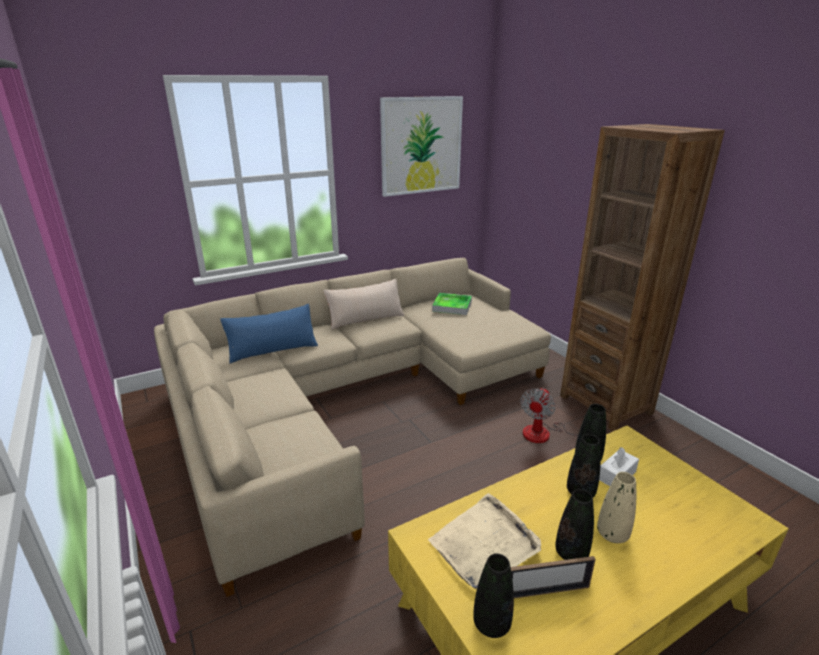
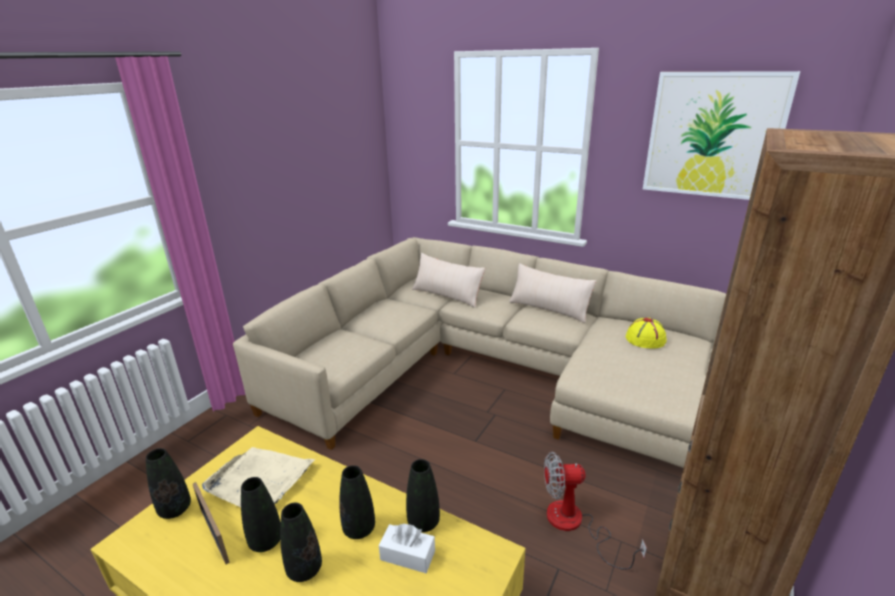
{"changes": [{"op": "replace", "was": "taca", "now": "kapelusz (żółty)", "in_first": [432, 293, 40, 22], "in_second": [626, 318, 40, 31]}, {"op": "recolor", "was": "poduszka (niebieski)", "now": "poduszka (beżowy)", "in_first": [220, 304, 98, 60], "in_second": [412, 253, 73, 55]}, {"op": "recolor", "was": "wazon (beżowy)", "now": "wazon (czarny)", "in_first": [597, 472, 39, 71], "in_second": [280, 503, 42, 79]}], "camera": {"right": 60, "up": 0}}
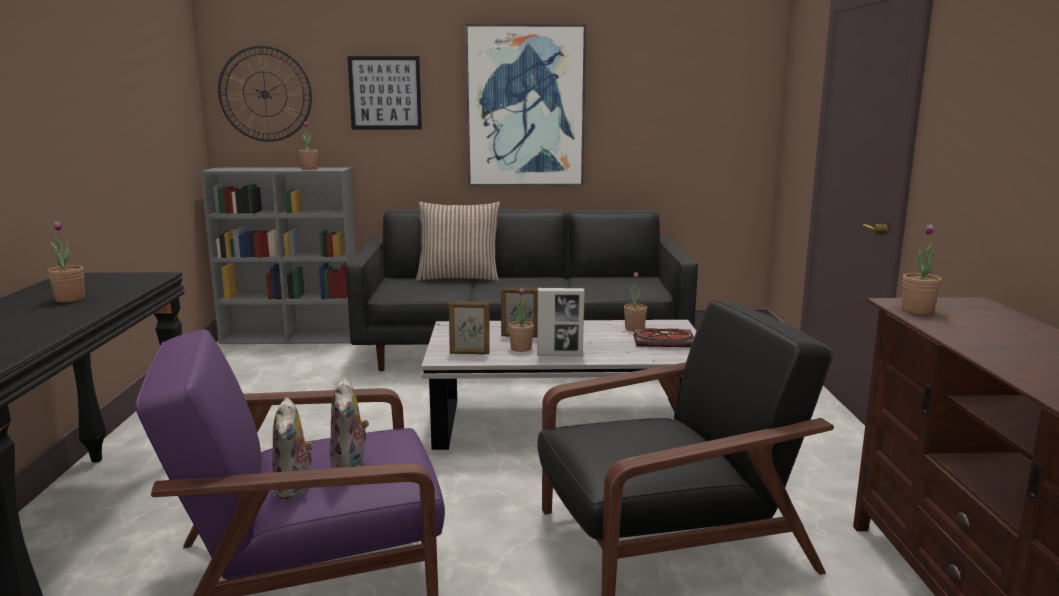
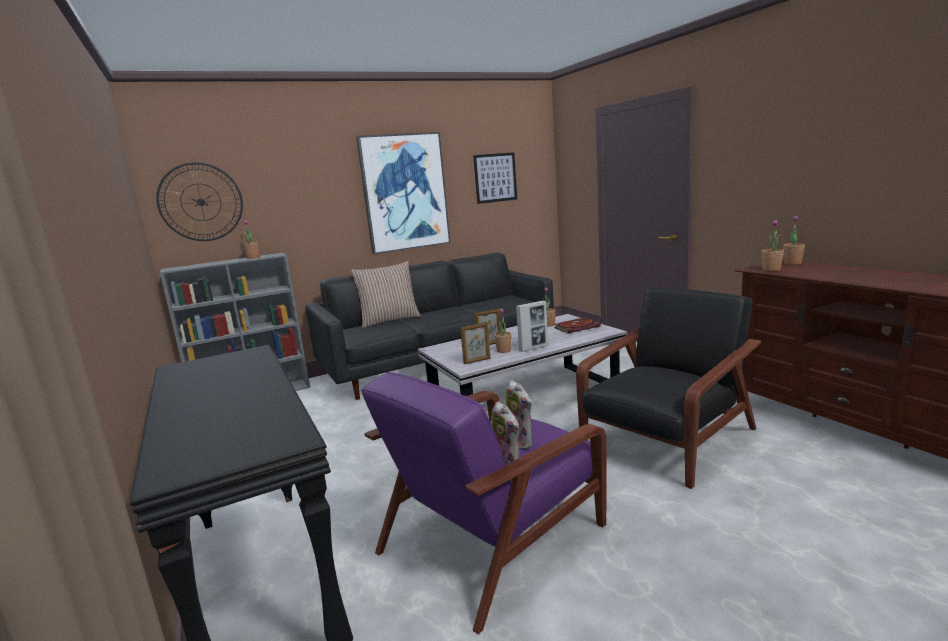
{"changes": [{"op": "move", "was": "obraz", "in_first": [347, 56, 75, 74], "in_second": [473, 152, 44, 52]}, {"op": "move", "was": "roślina doniczkowa", "in_first": [47, 221, 38, 81], "in_second": [783, 216, 22, 49]}], "camera": {"right": -25, "up": 0}}
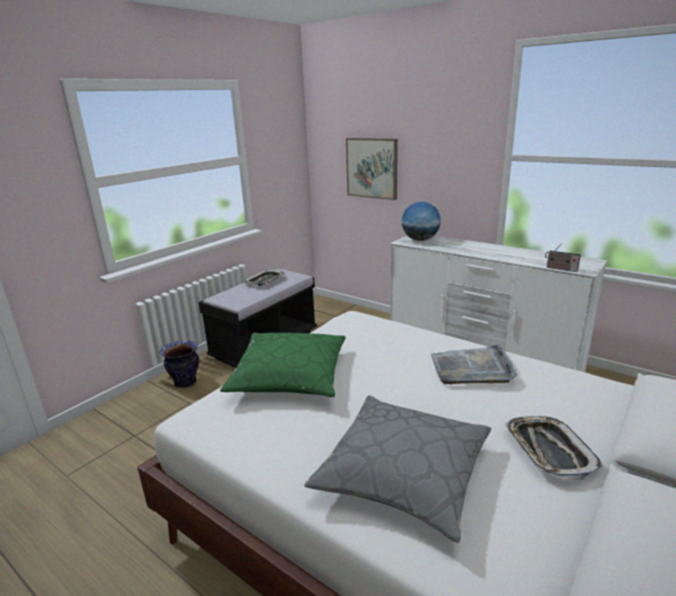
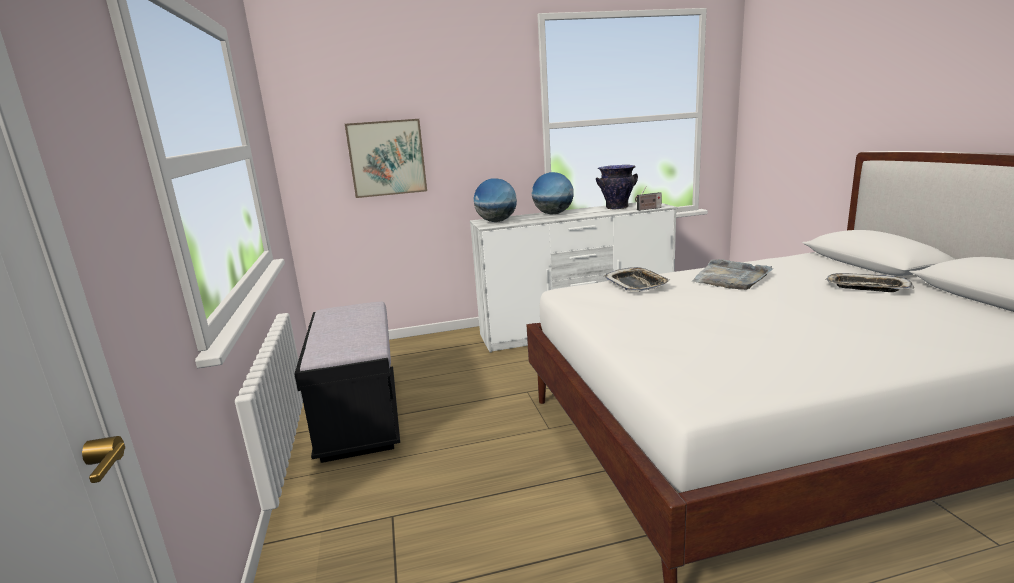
{"changes": [{"op": "move", "was": "taca", "in_first": [244, 270, 40, 16], "in_second": [604, 267, 67, 25]}, {"op": "delete", "was": "poduszka (zielony)", "in_first": [220, 333, 126, 64]}, {"op": "move", "was": "wazon", "in_first": [160, 340, 39, 48], "in_second": [596, 165, 42, 44]}, {"op": "delete", "was": "poduszka (szary)", "in_first": [304, 395, 187, 148]}, {"op": "insert", "now": "globus", "in_second": [532, 172, 42, 43]}], "camera": {"right": -50, "up": -5}}
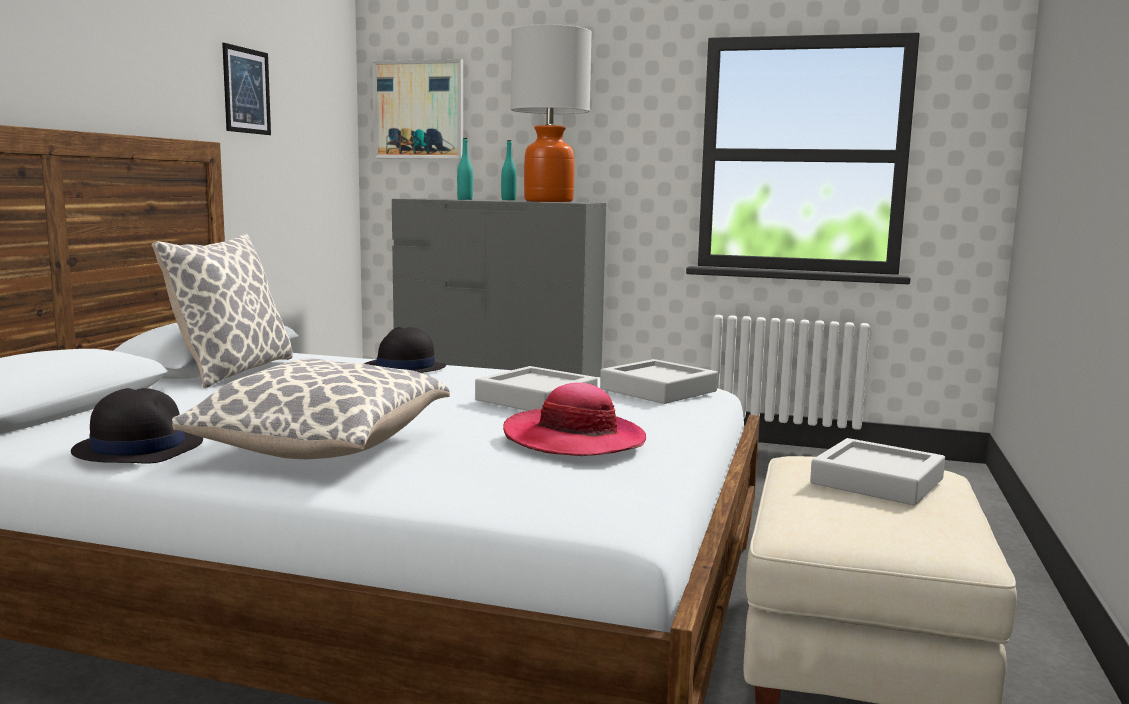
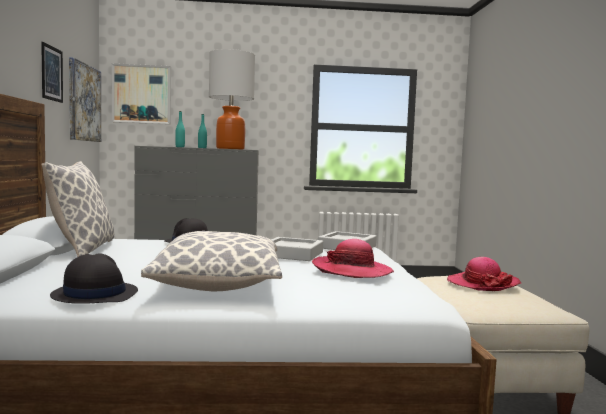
{"changes": [{"op": "replace", "was": "taca (szary)", "now": "kapelusz", "in_first": [810, 438, 135, 67], "in_second": [447, 257, 74, 34]}, {"op": "insert", "now": "obraz", "in_second": [69, 57, 32, 85]}], "camera": {"right": -20, "up": -5}}
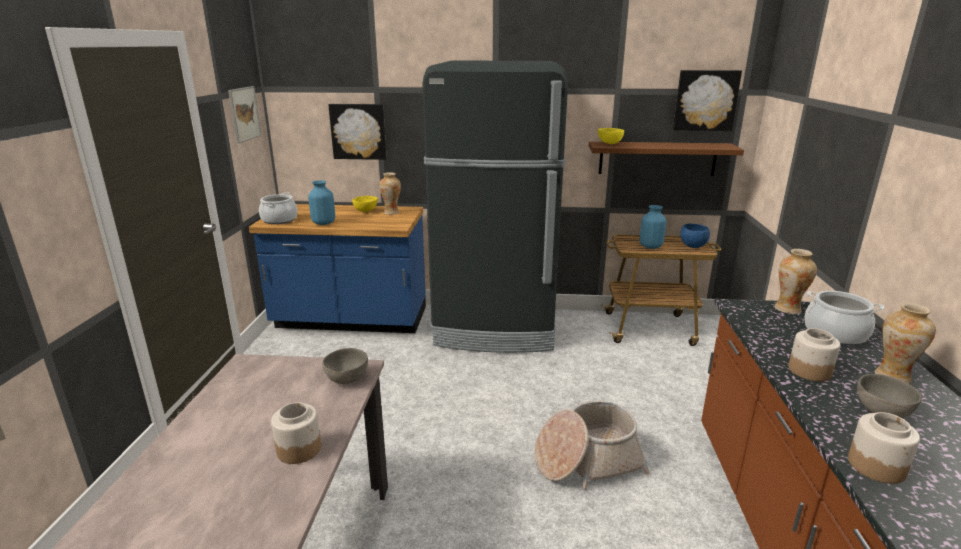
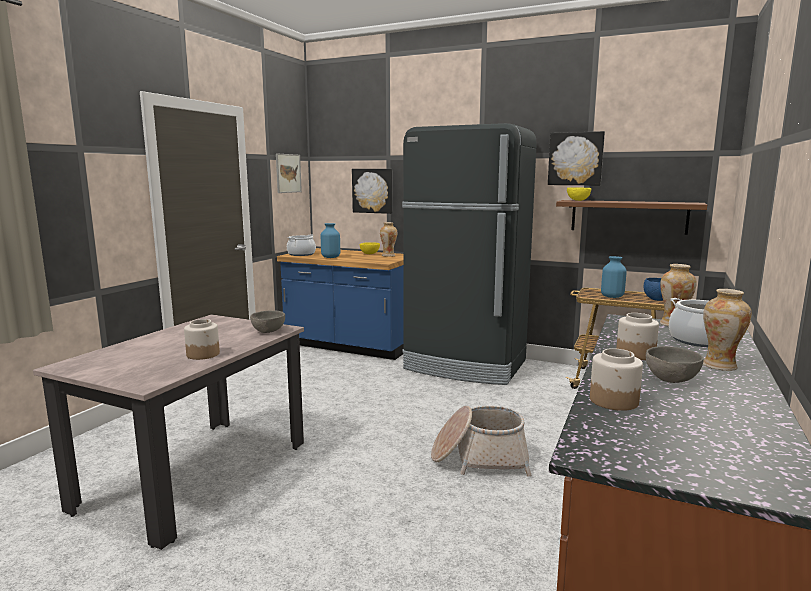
{"changes": [{"op": "move", "was": "obraz", "in_first": [673, 70, 69, 61], "in_second": [548, 131, 57, 54]}], "camera": {"right": 20, "up": -10}}
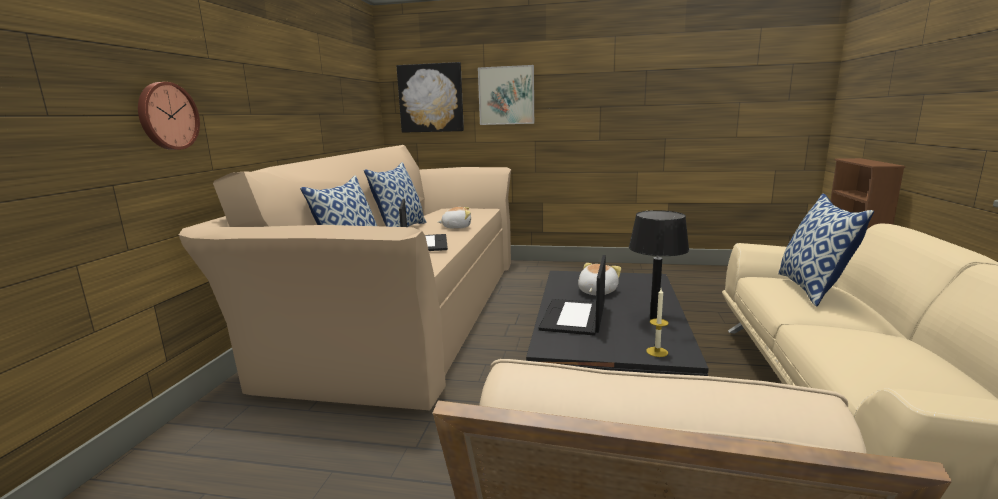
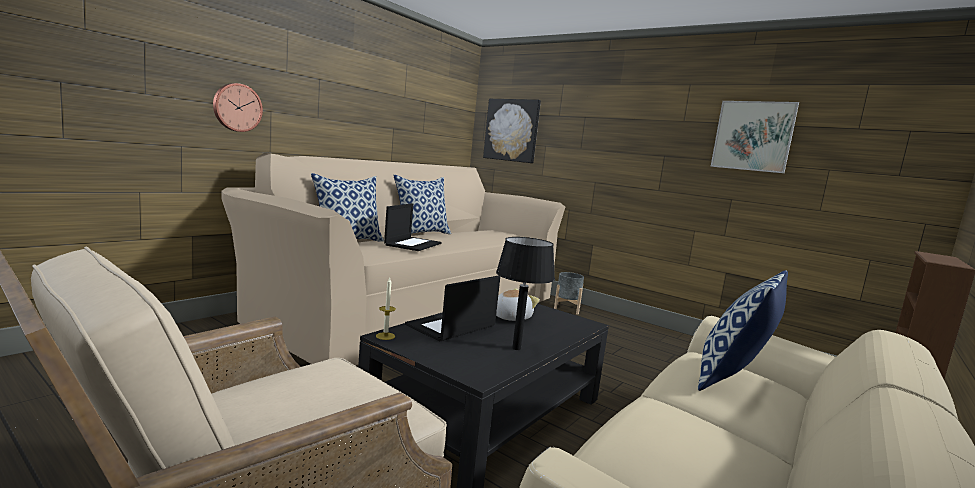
{"changes": [{"op": "move", "was": "obraz", "in_first": [478, 65, 56, 60], "in_second": [710, 101, 89, 72]}, {"op": "delete", "was": "pluszak", "in_first": [438, 207, 33, 22]}, {"op": "move", "was": "świeca", "in_first": [646, 288, 23, 69], "in_second": [376, 278, 20, 62]}, {"op": "insert", "now": "donica (szary)", "in_second": [554, 272, 30, 43]}], "camera": {"right": 25, "up": -5}}
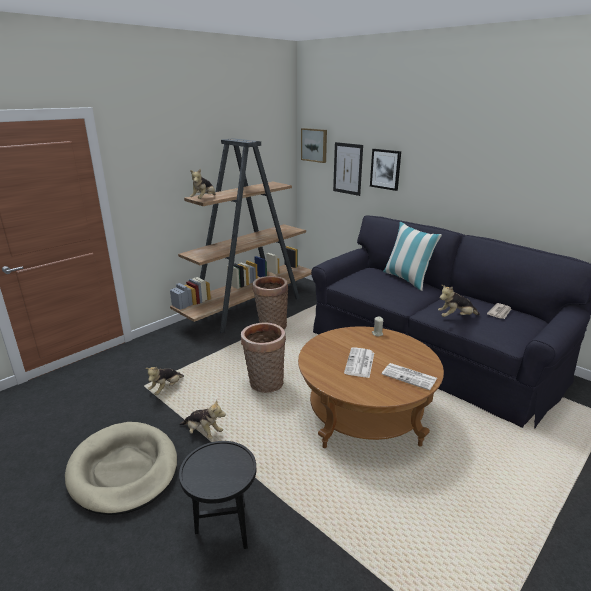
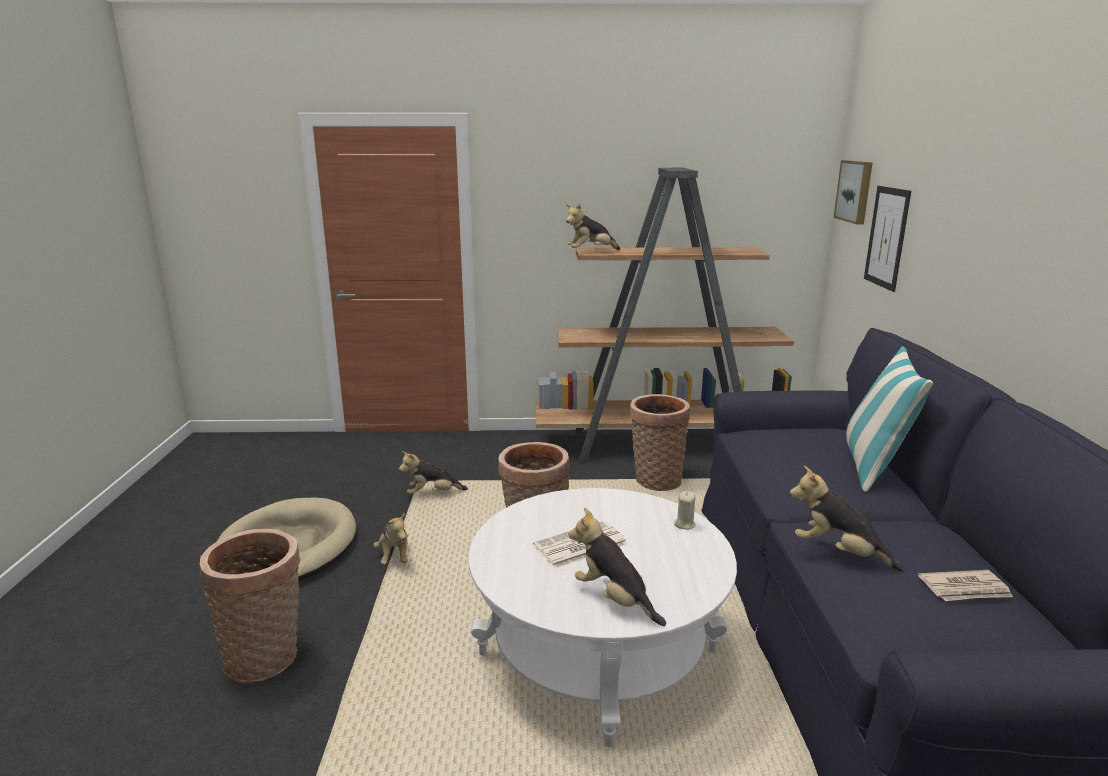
{"changes": [{"op": "delete", "was": "obraz", "in_first": [370, 149, 31, 42]}, {"op": "recolor", "was": "ława (brązowy)", "now": "ława (biały)", "in_first": [298, 327, 146, 121], "in_second": [468, 488, 269, 259]}, {"op": "replace", "was": "gazeta", "now": "pluszak", "in_first": [382, 363, 55, 27], "in_second": [568, 508, 98, 118]}, {"op": "replace", "was": "stolik (czarny)", "now": "koszyk", "in_first": [179, 441, 77, 108], "in_second": [200, 529, 101, 154]}], "camera": {"right": 45, "up": -5}}
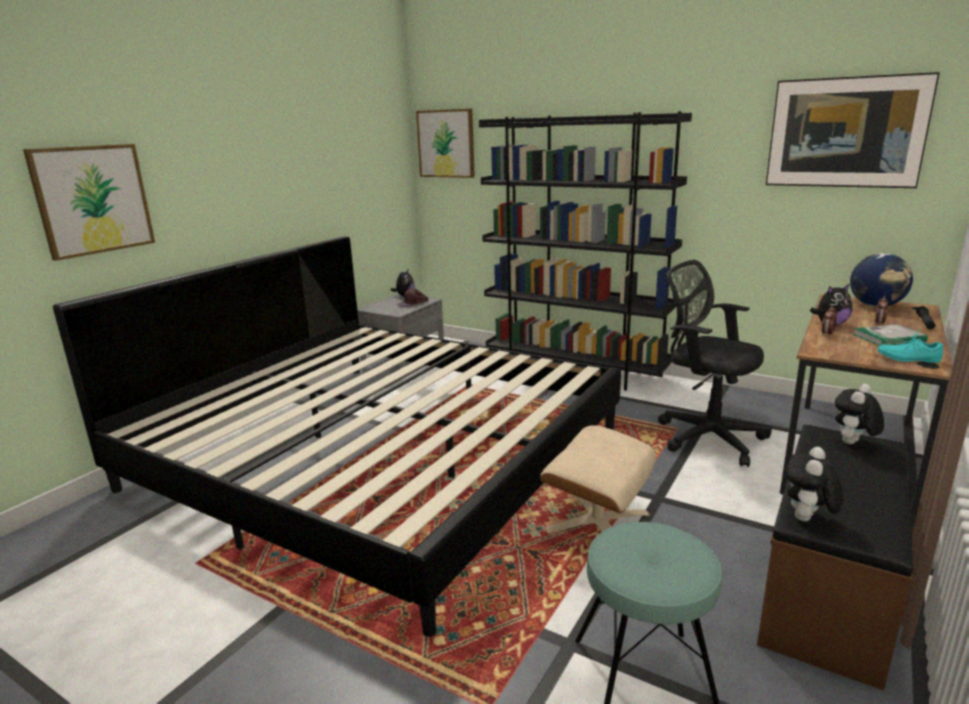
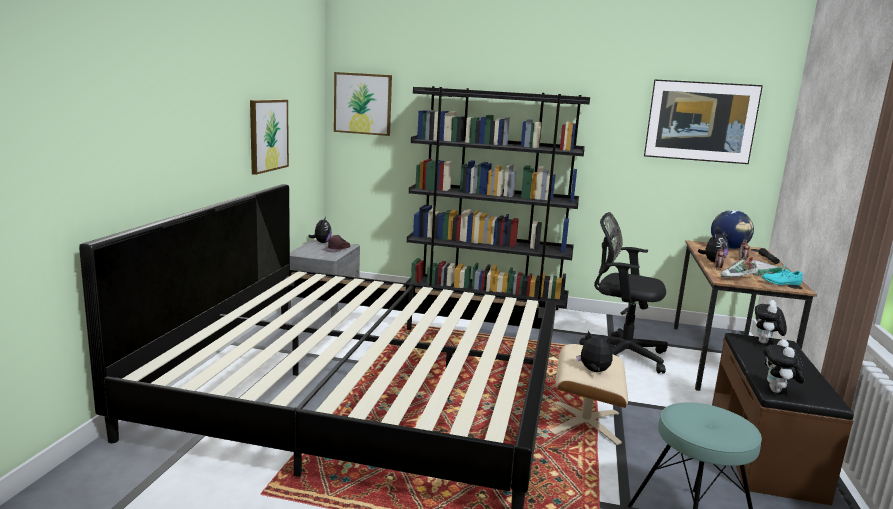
{"changes": [{"op": "move", "was": "obraz", "in_first": [23, 144, 132, 117], "in_second": [250, 99, 39, 76]}, {"op": "insert", "now": "but", "in_second": [721, 257, 37, 21]}, {"op": "insert", "now": "pluszak", "in_second": [576, 331, 37, 41]}], "camera": {"right": -20, "up": -5}}
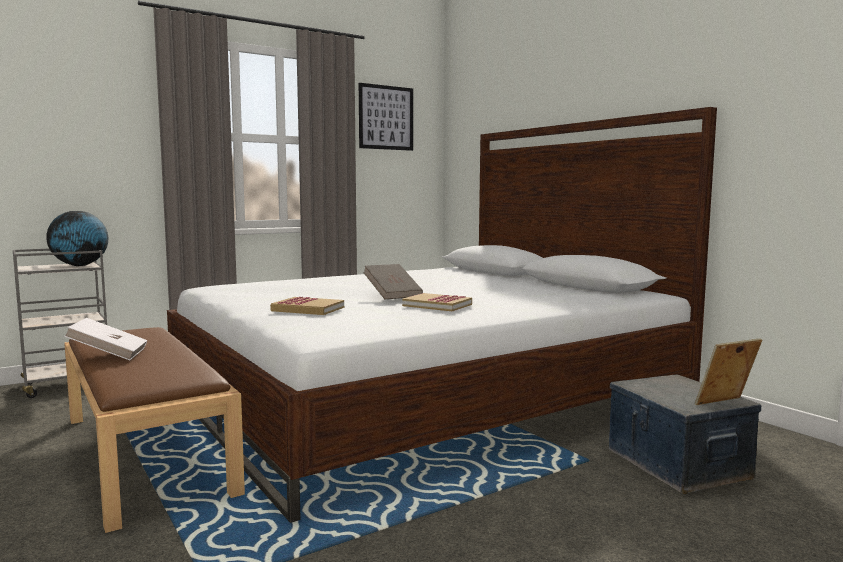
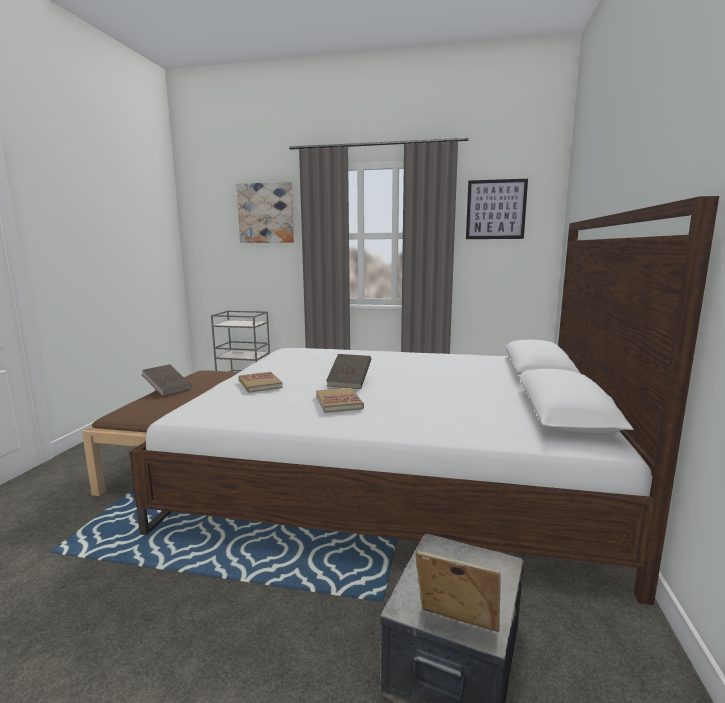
{"changes": [{"op": "delete", "was": "globus", "in_first": [46, 211, 62, 55]}, {"op": "recolor", "was": "książka (biały)", "now": "książka (brązowy)", "in_first": [64, 318, 83, 42], "in_second": [142, 364, 50, 32]}, {"op": "insert", "now": "obraz", "in_second": [236, 182, 58, 61]}], "camera": {"right": 45, "up": 5}}
